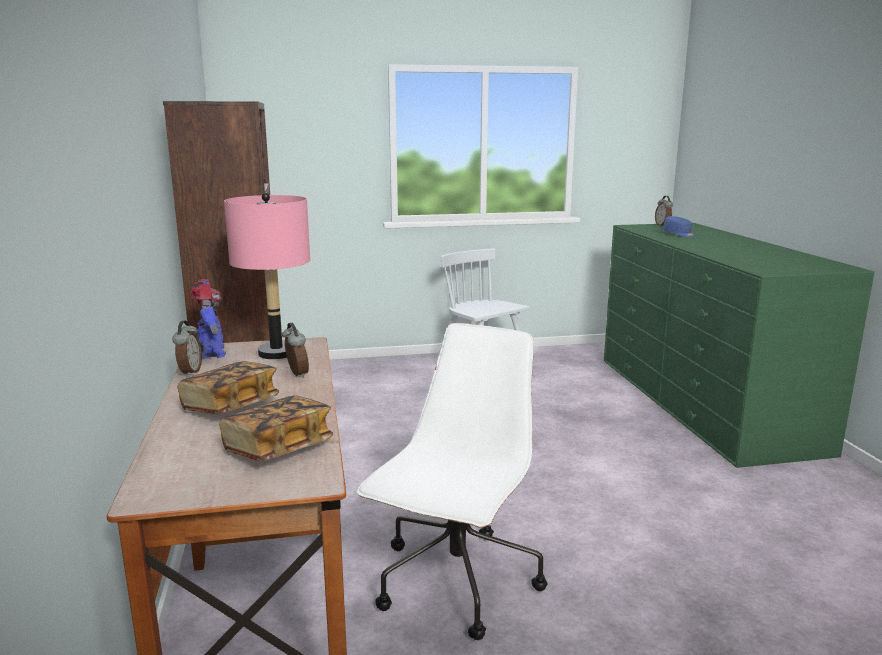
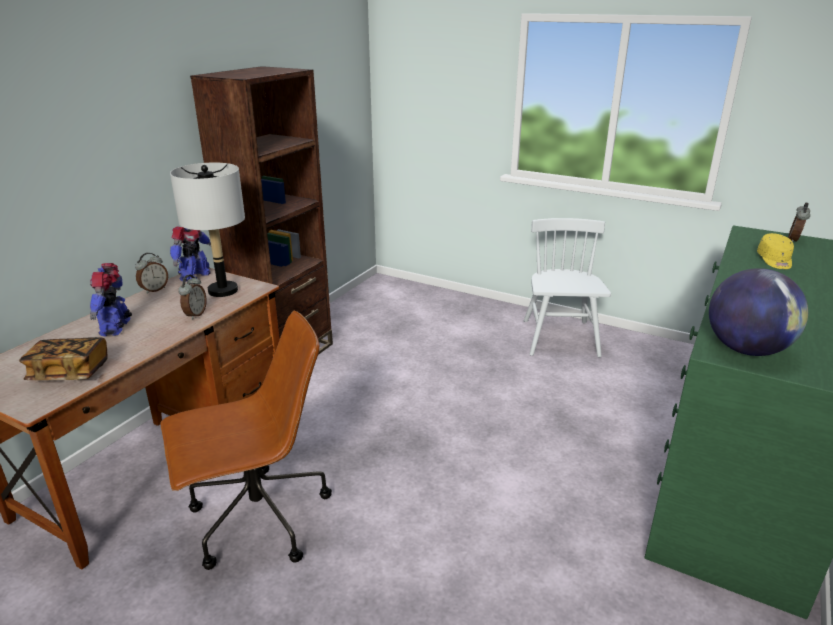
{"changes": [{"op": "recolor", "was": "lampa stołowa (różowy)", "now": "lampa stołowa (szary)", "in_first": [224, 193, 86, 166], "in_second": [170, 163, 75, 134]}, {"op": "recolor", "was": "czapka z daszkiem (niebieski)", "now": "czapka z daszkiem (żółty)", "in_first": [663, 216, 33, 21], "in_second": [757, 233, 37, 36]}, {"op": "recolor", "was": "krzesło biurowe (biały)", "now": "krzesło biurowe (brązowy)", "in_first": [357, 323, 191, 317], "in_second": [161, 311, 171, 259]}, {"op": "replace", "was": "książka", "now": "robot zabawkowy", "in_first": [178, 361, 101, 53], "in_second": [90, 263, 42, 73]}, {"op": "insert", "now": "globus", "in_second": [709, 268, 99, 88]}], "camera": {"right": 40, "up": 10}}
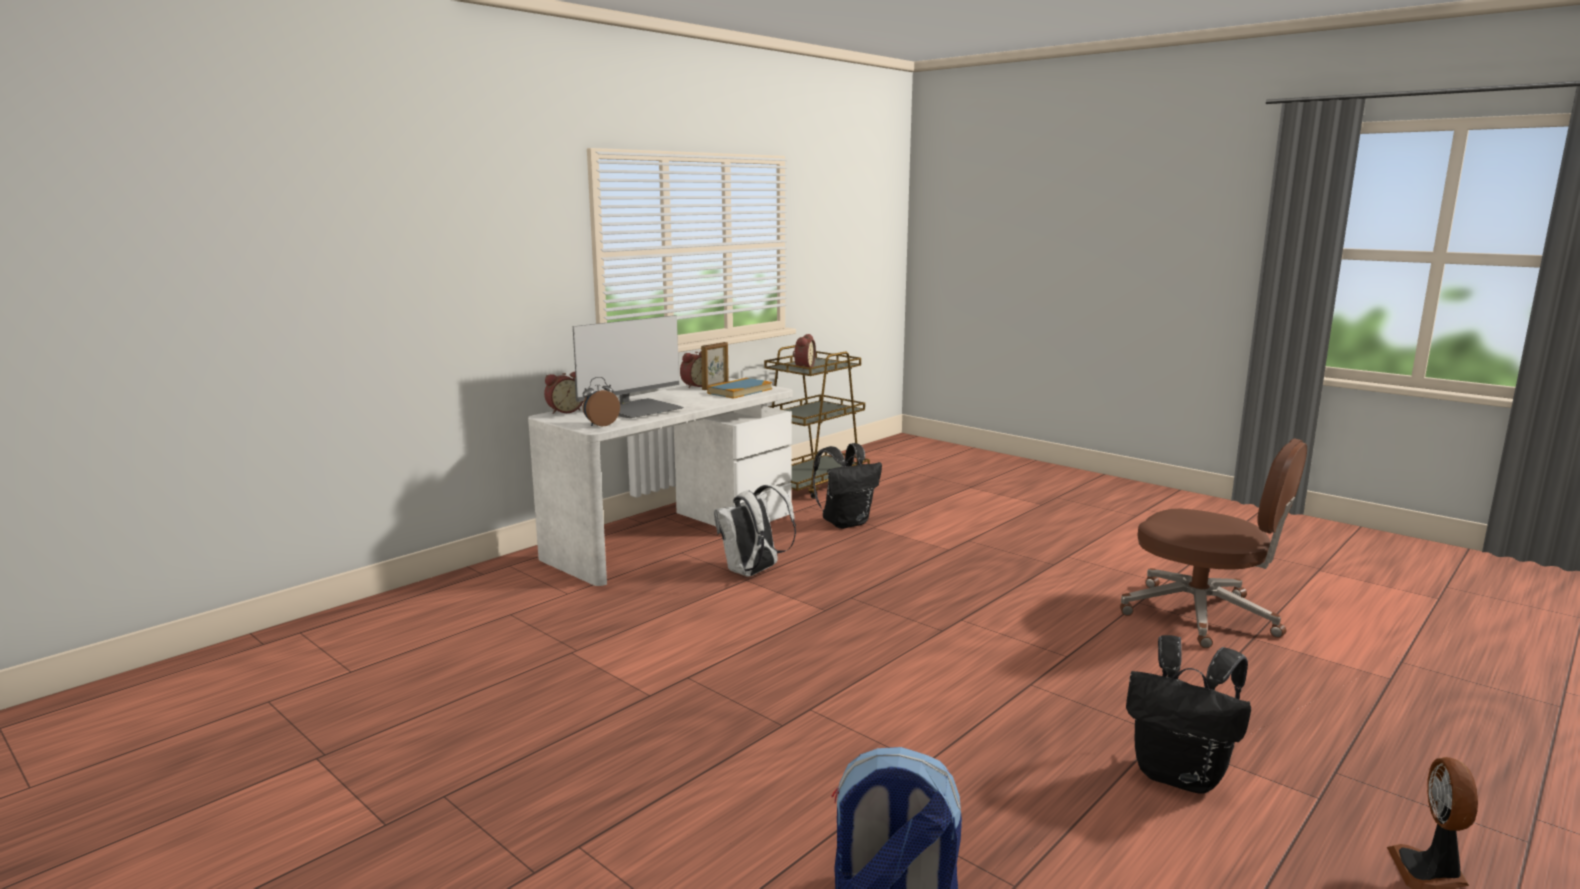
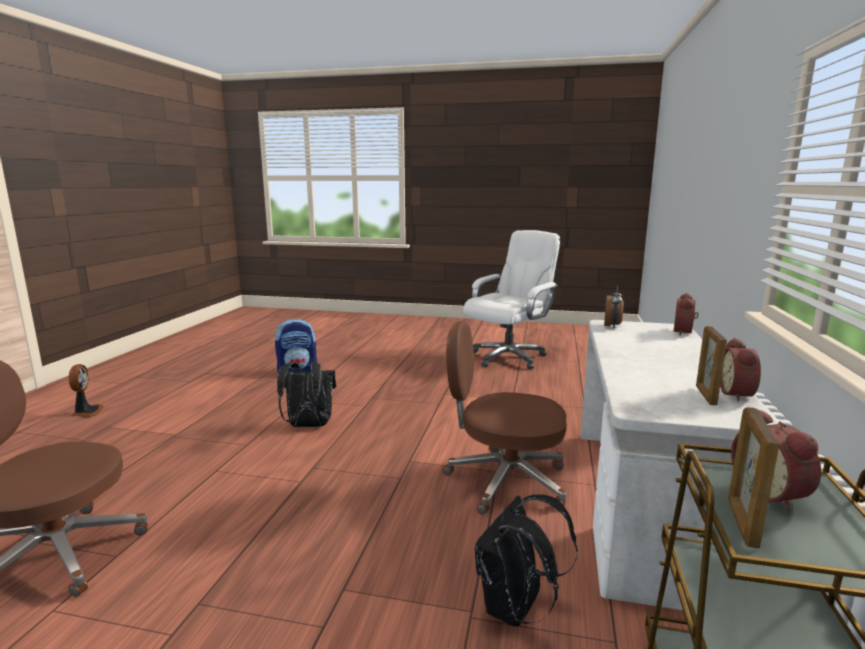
{"changes": [{"op": "delete", "was": "monitor", "in_first": [573, 315, 111, 103]}, {"op": "delete", "was": "książka", "in_first": [707, 378, 65, 21]}, {"op": "replace", "was": "plecak (biały)", "now": "krzesło biurowe (brązowy)", "in_first": [714, 485, 82, 92], "in_second": [443, 321, 124, 194]}, {"op": "move", "was": "plecak (czarny)", "in_first": [1126, 635, 125, 159], "in_second": [277, 362, 59, 65]}, {"op": "insert", "now": "krzesło biurowe (biały)", "in_second": [463, 230, 97, 139]}, {"op": "insert", "now": "ramka na zdjęcie", "in_second": [728, 407, 51, 141]}], "camera": {"right": 150, "up": 0}}
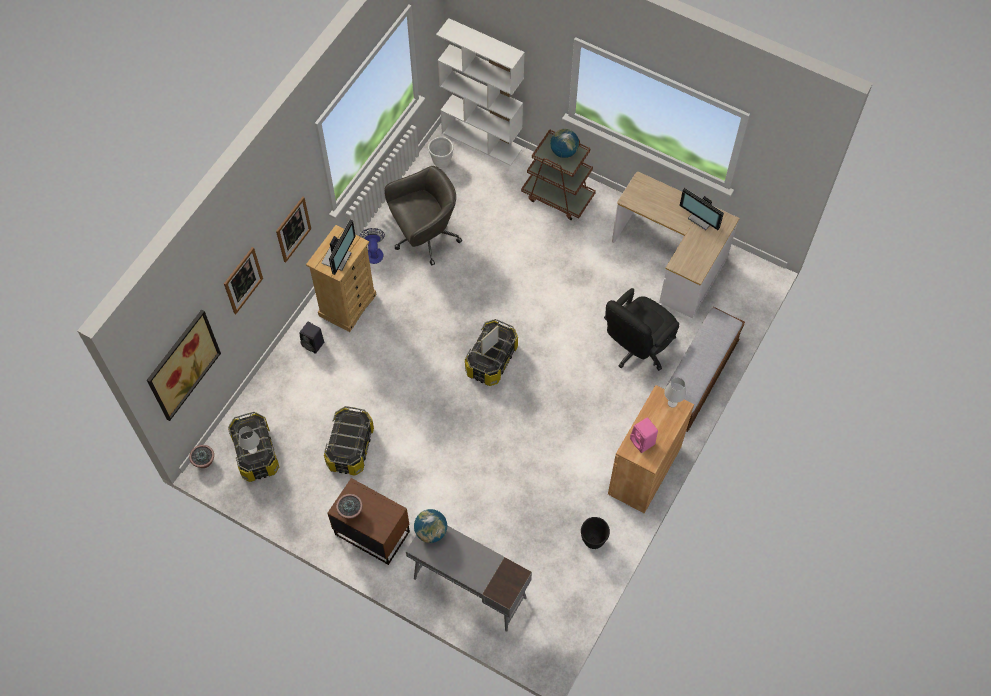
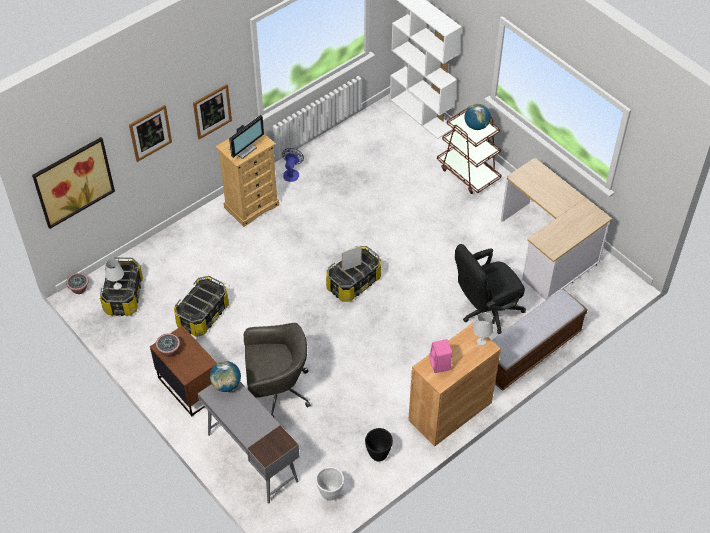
{"changes": [{"op": "move", "was": "donica (biały)", "in_first": [428, 137, 26, 31], "in_second": [316, 467, 28, 33]}, {"op": "move", "was": "krzesło biurowe (szary)", "in_first": [385, 166, 77, 99], "in_second": [244, 323, 67, 94]}, {"op": "delete", "was": "monitor", "in_first": [679, 188, 45, 42]}, {"op": "delete", "was": "głośnik (czarny)", "in_first": [299, 322, 25, 32]}], "camera": {"right": 20, "up": -10}}
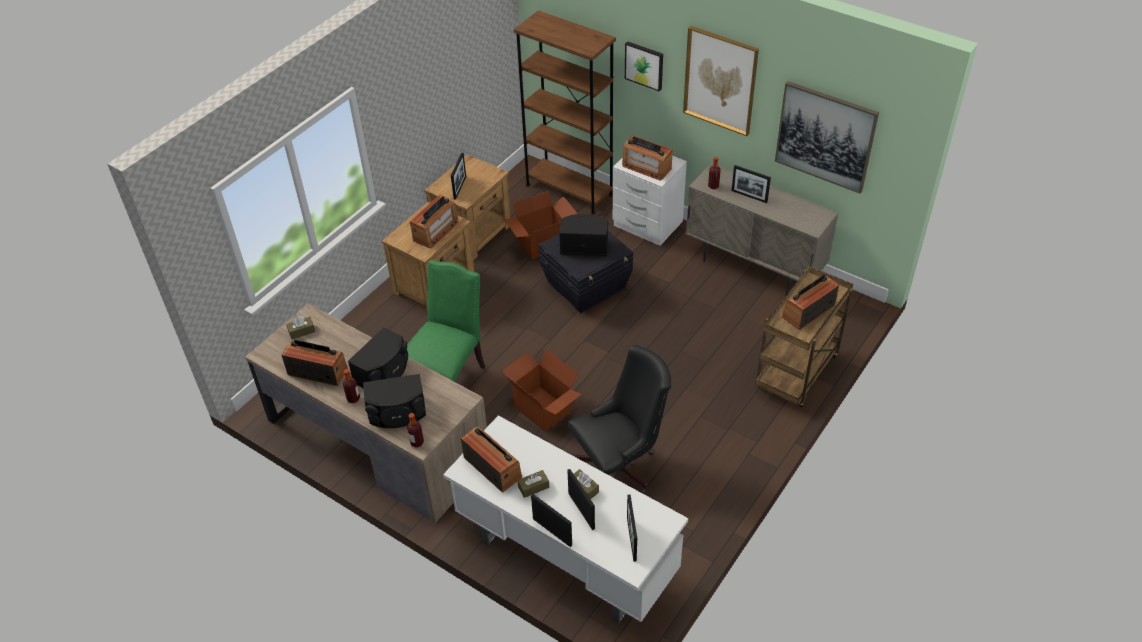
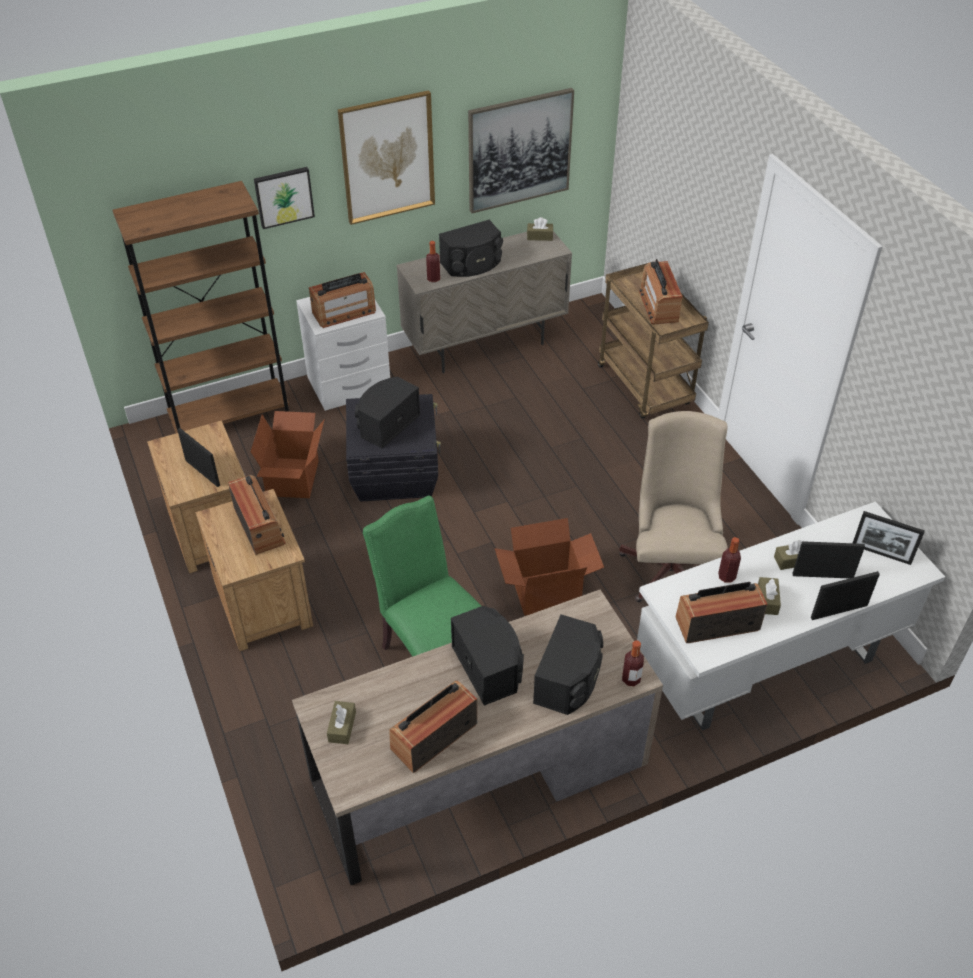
{"changes": [{"op": "replace", "was": "ramka na zdjęcie", "now": "głośnik (czarny)", "in_first": [732, 165, 39, 38], "in_second": [439, 220, 64, 57]}, {"op": "recolor", "was": "krzesło biurowe (czarny)", "now": "krzesło biurowe (beżowy)", "in_first": [568, 345, 103, 149], "in_second": [619, 411, 109, 191]}, {"op": "move", "was": "butelka", "in_first": [342, 369, 18, 34], "in_second": [718, 537, 23, 46]}, {"op": "insert", "now": "pudełko chusteczek (brązowy)", "in_second": [527, 217, 26, 24]}], "camera": {"right": -60, "up": 0}}
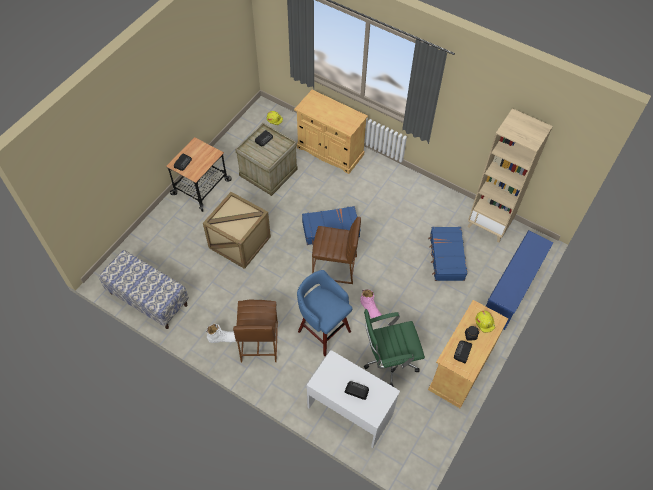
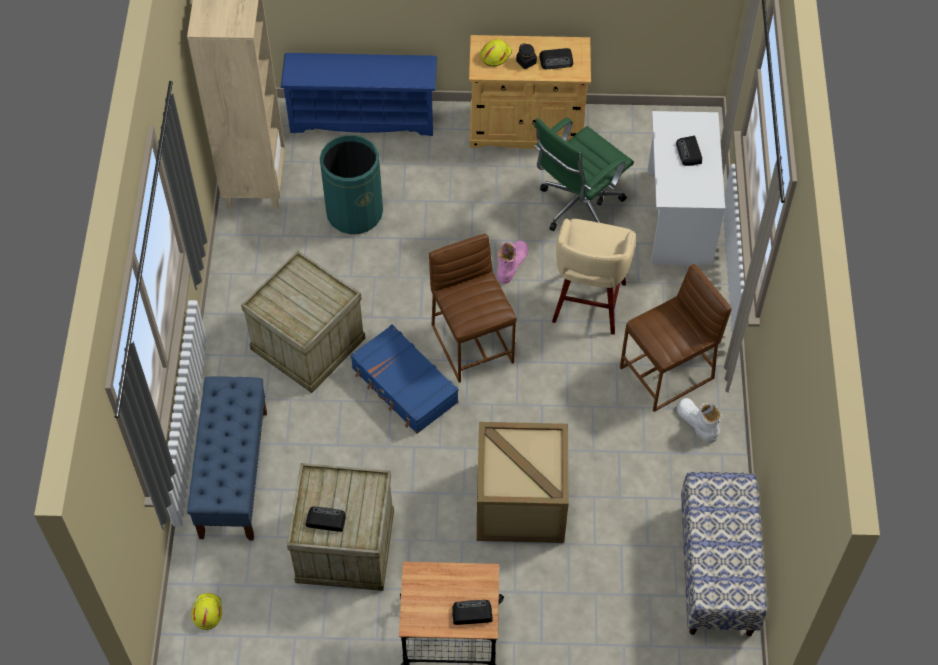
{"changes": [{"op": "replace", "was": "szafka (beżowy)", "now": "ławka (niebieski)", "in_first": [294, 90, 74, 84], "in_second": [187, 376, 80, 165]}, {"op": "replace", "was": "walizka (niebieski)", "now": "kosz na śmieci (zielony)", "in_first": [428, 227, 39, 54], "in_second": [320, 135, 63, 99]}, {"op": "recolor", "was": "stołek (niebieski)", "now": "stołek (beżowy)", "in_first": [297, 270, 56, 86], "in_second": [552, 218, 84, 117]}, {"op": "rotate", "was": "krzesło biurowe (zielony)", "in_first": [364, 309, 61, 78], "in_second": [534, 117, 100, 114], "clockwise": 90}, {"op": "insert", "now": "skrzynka", "in_second": [241, 250, 124, 143]}], "camera": {"right": -120, "up": 0}}
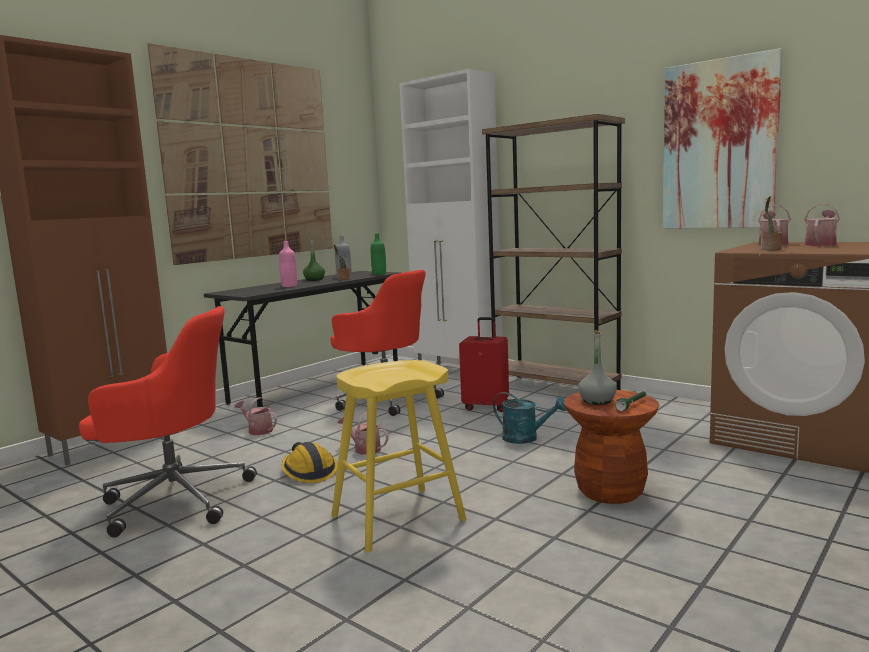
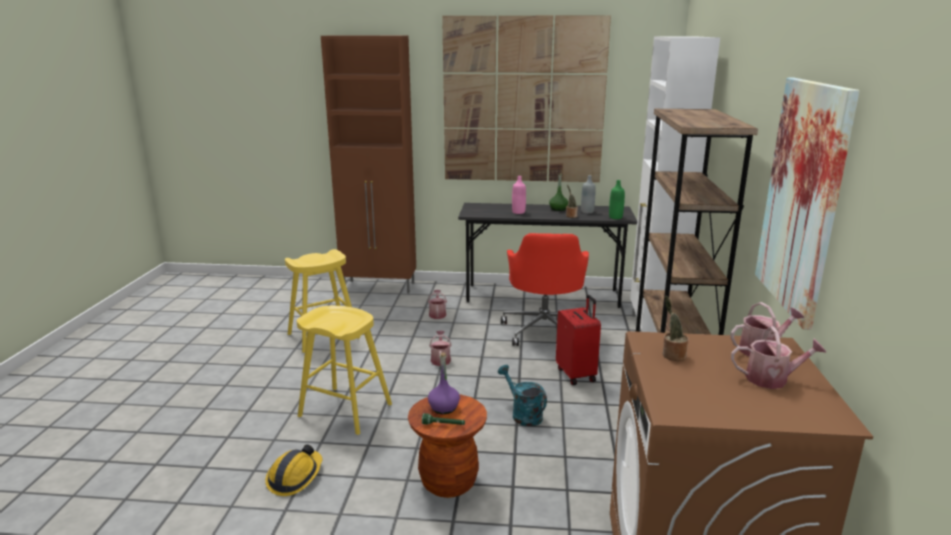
{"changes": [{"op": "replace", "was": "krzesło biurowe (czerwony)", "now": "stołek (żółty)", "in_first": [79, 306, 178, 232], "in_second": [285, 249, 75, 104]}, {"op": "recolor", "was": "butelka (szary)", "now": "butelka (fioletowy)", "in_first": [578, 330, 39, 75], "in_second": [428, 352, 32, 62]}, {"op": "rotate", "was": "konewka (turkusowy)", "in_first": [493, 392, 74, 52], "in_second": [498, 365, 49, 61], "clockwise": 150}, {"op": "move", "was": "kask", "in_first": [281, 442, 57, 41], "in_second": [265, 444, 57, 52]}], "camera": {"right": 55, "up": 10}}
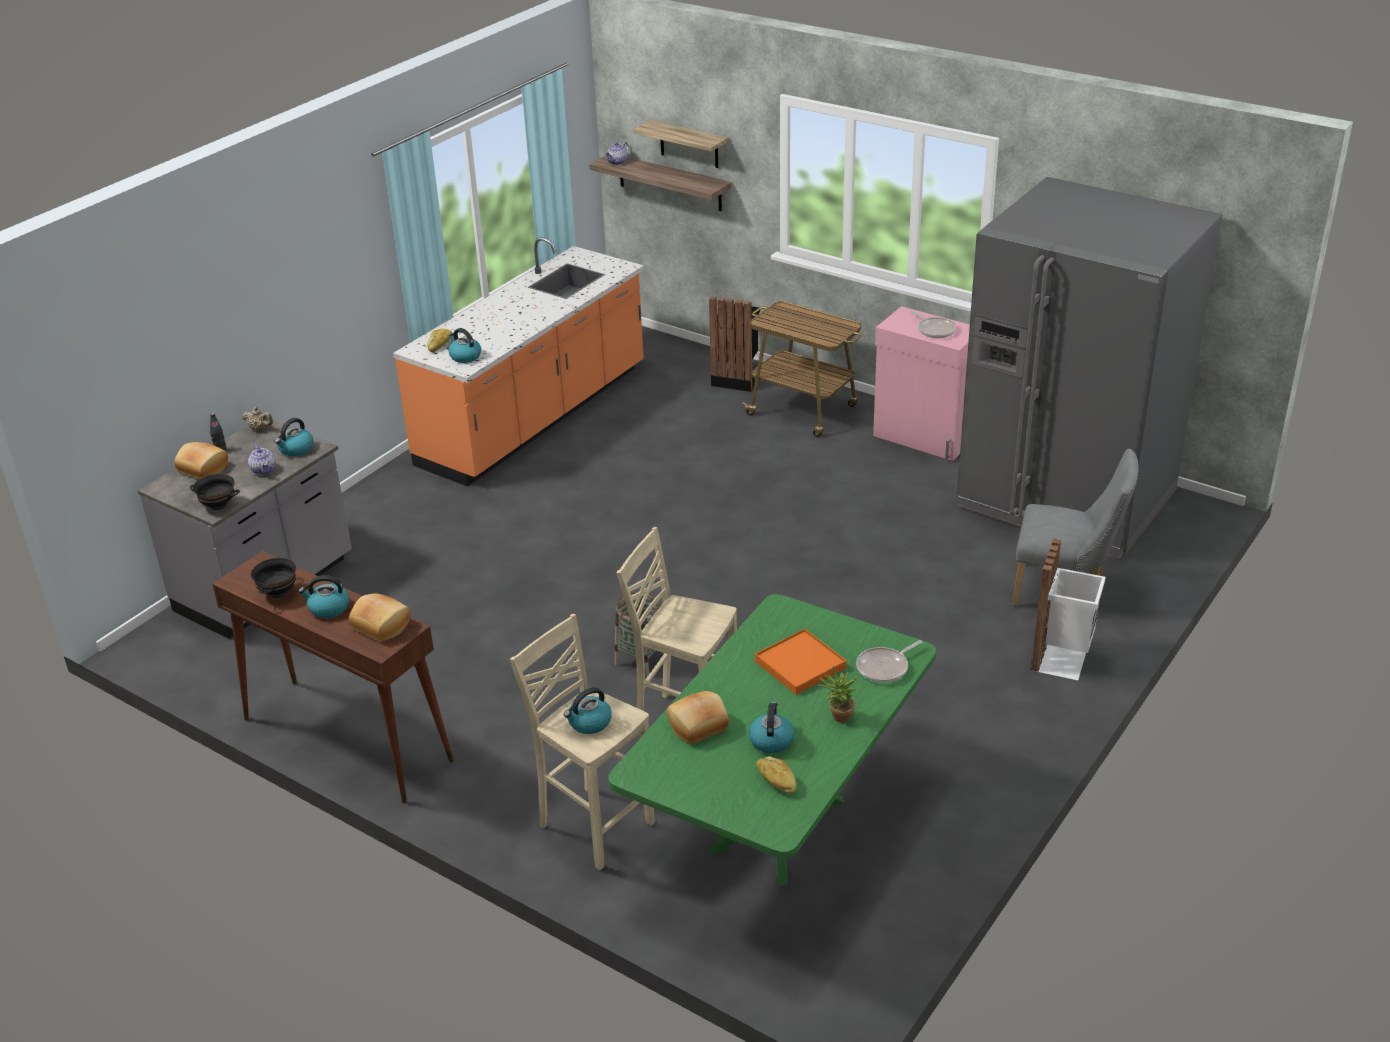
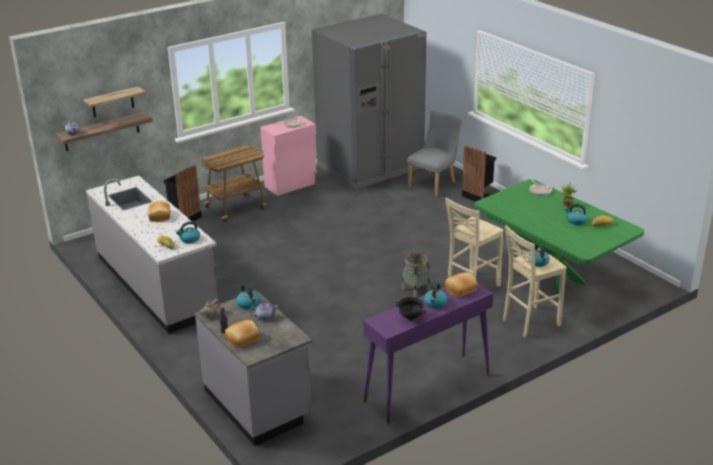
{"changes": [{"op": "recolor", "was": "zabudowa kuchenna (pomarańczowy)", "now": "zabudowa kuchenna (szary)", "in_first": [393, 237, 251, 250], "in_second": [86, 176, 132, 158]}, {"op": "delete", "was": "miska (czarny)", "in_first": [190, 474, 50, 36]}, {"op": "recolor", "was": "kosz na śmieci (biały)", "now": "kosz na śmieci (czarny)", "in_first": [1031, 538, 75, 142], "in_second": [462, 145, 34, 57]}, {"op": "recolor", "was": "stolik konsolowy (brązowy)", "now": "stolik konsolowy (fioletowy)", "in_first": [212, 551, 242, 253], "in_second": [363, 283, 130, 141]}, {"op": "delete", "was": "taca (pomarańczowy)", "in_first": [755, 629, 92, 66]}, {"op": "move", "was": "chleb", "in_first": [667, 691, 62, 53], "in_second": [148, 200, 22, 22]}], "camera": {"right": -70, "up": -5}}
